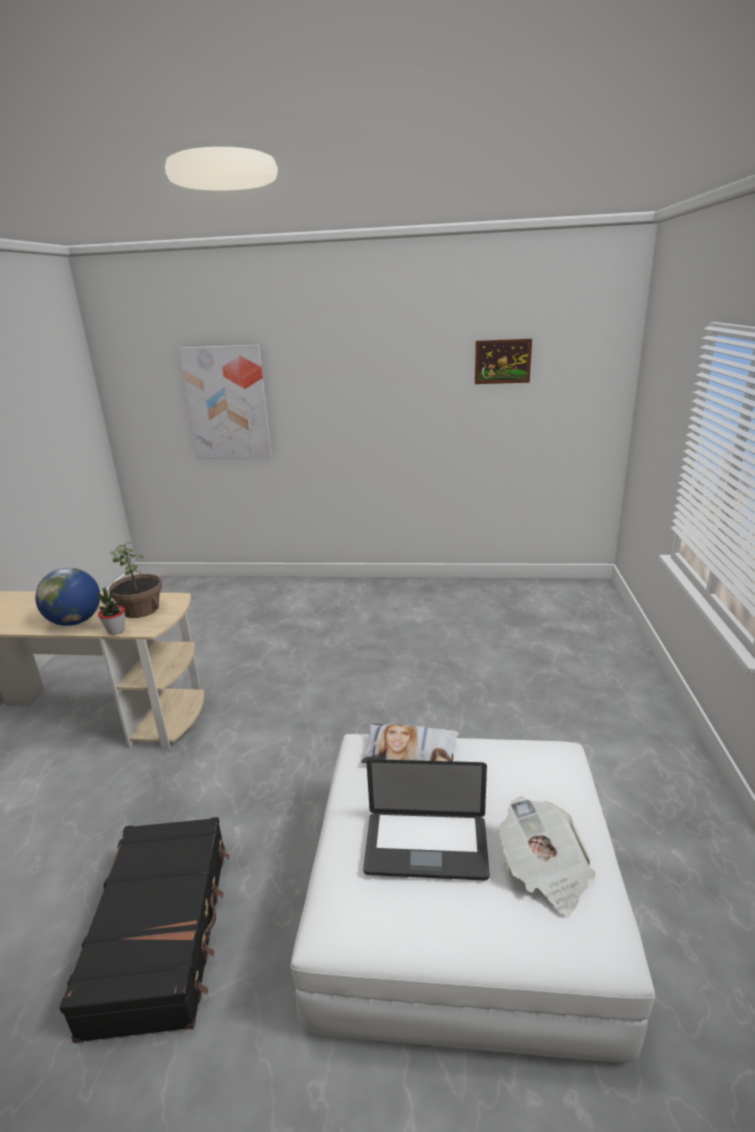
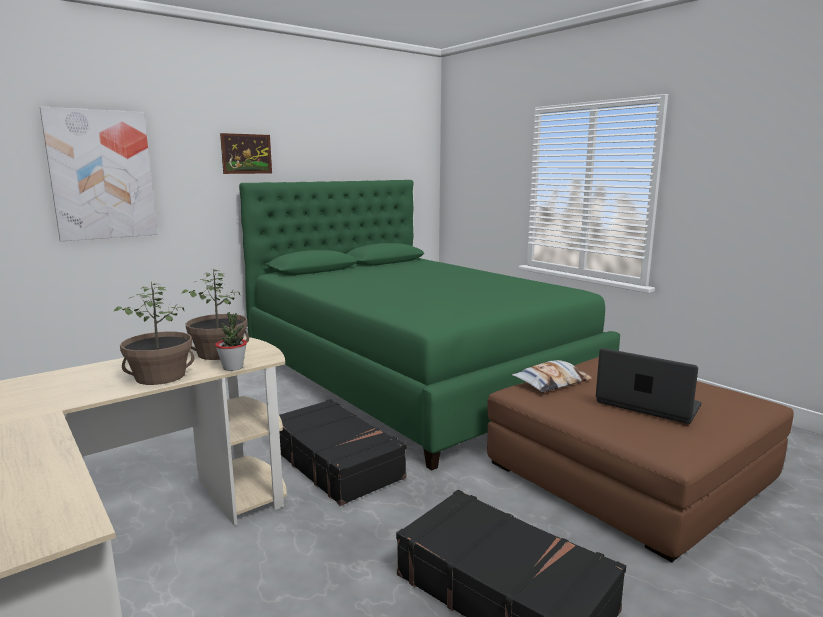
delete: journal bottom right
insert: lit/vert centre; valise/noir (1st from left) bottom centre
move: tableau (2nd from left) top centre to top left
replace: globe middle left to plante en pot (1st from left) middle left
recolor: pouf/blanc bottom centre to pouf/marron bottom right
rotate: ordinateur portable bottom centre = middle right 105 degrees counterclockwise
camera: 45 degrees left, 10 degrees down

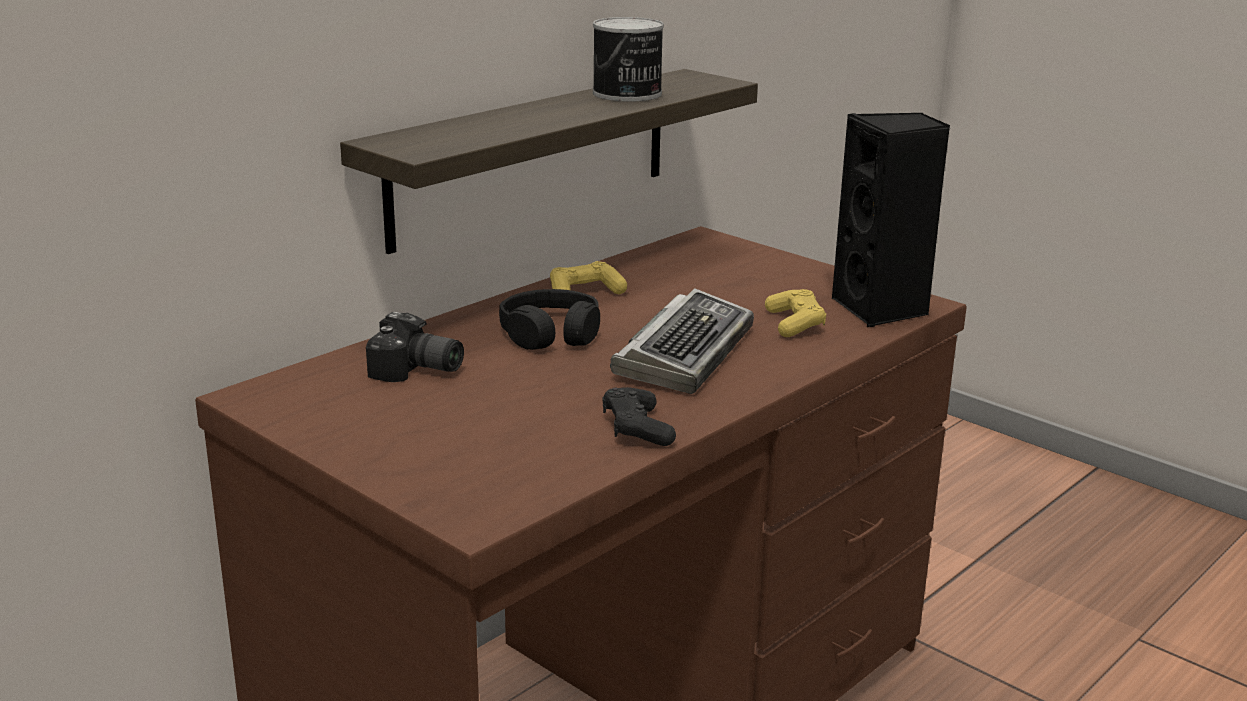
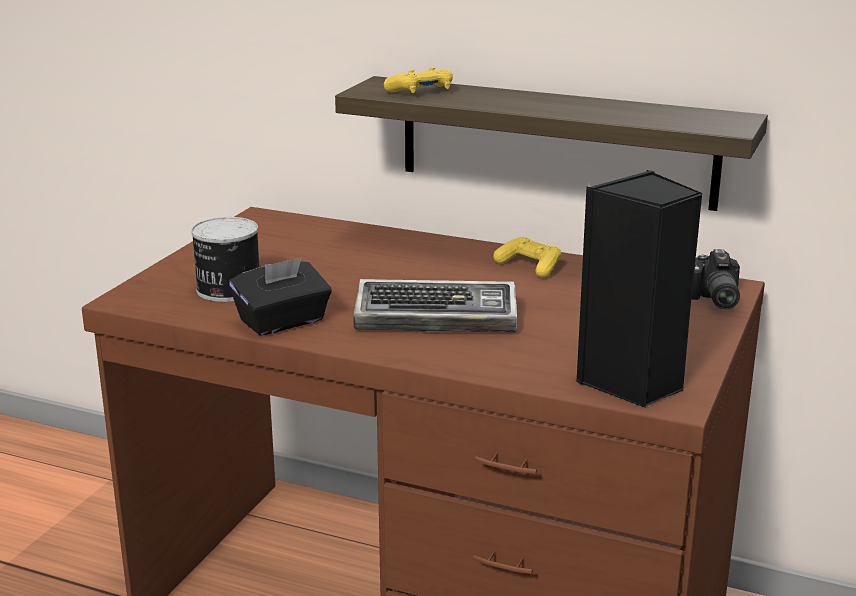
delete: casque audio/noir centre
move: boîte métallique top centre to middle left; manette/jaune (2nd from left in the first image) centre to manette/jaune (1st from left) top centre; appareil photo middle left to middle right
replace: manette/noir centre to boîte à mouchoirs/noir middle left
camera: 70 degrees right, 0 degrees up

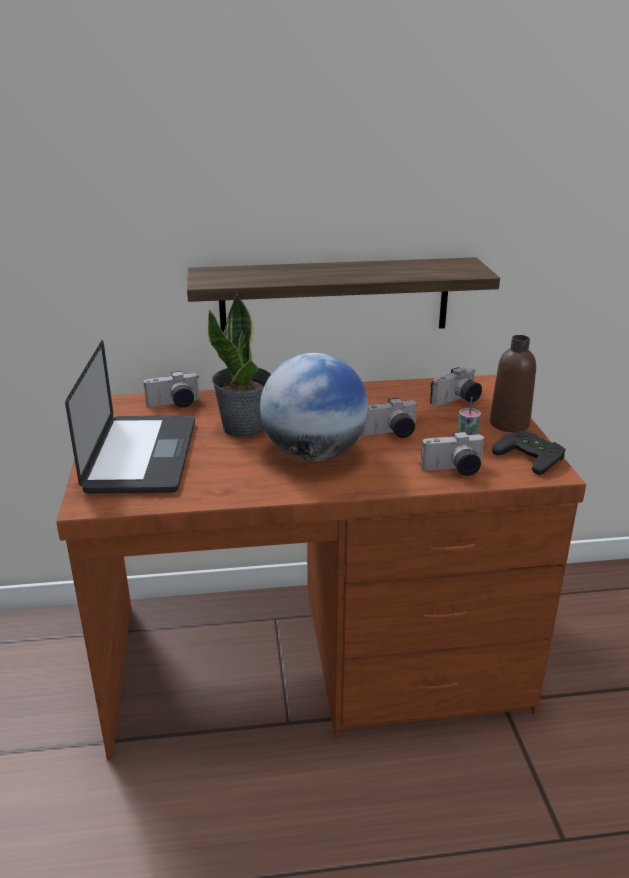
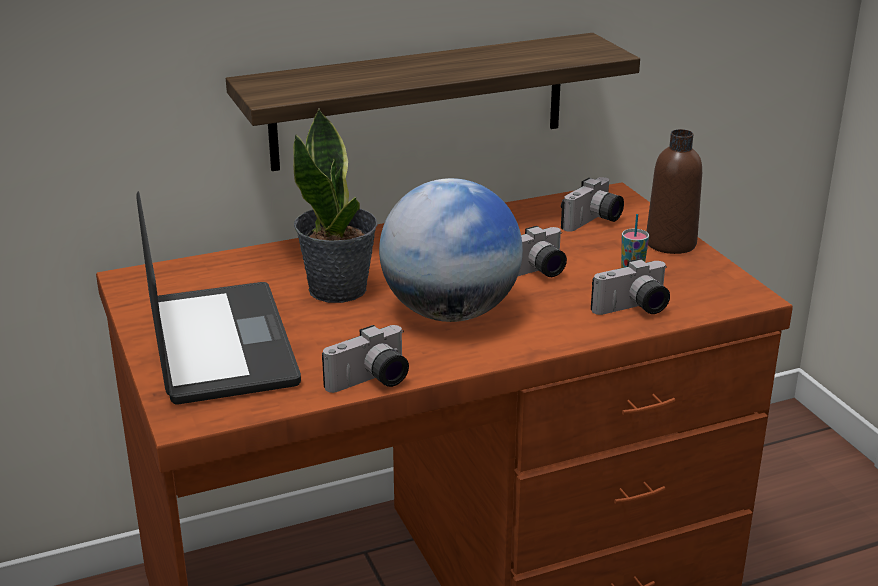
delete: manette/noir middle right
move: appareil photo (1st from left) middle left to centre
camera: 15 degrees left, 0 degrees up

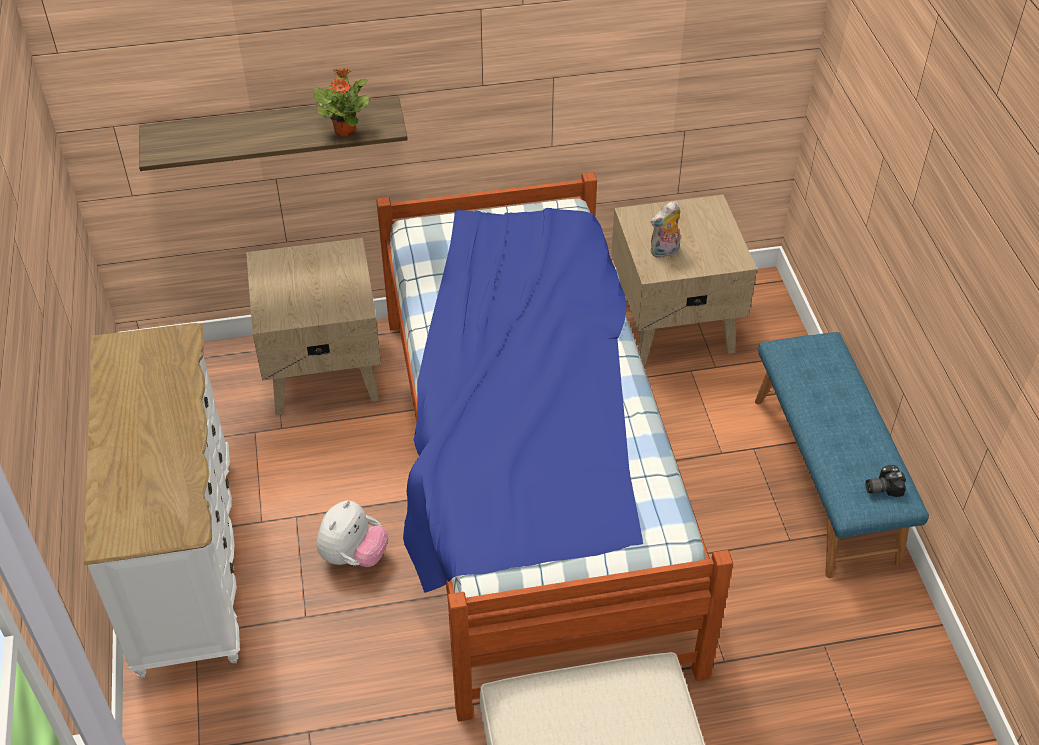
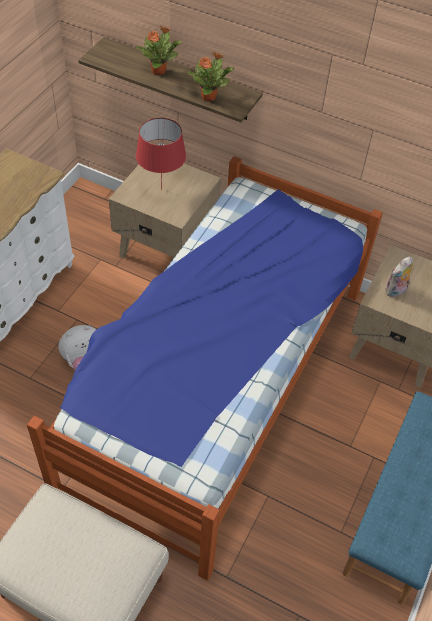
delete: appareil photo middle right
insert: plante en pot (1st from left) top centre; lampe de table/rouge top centre
rotate: peluche (2nd from left) top centre = middle right 45 degrees counterclockwise
camera: 35 degrees right, 5 degrees up

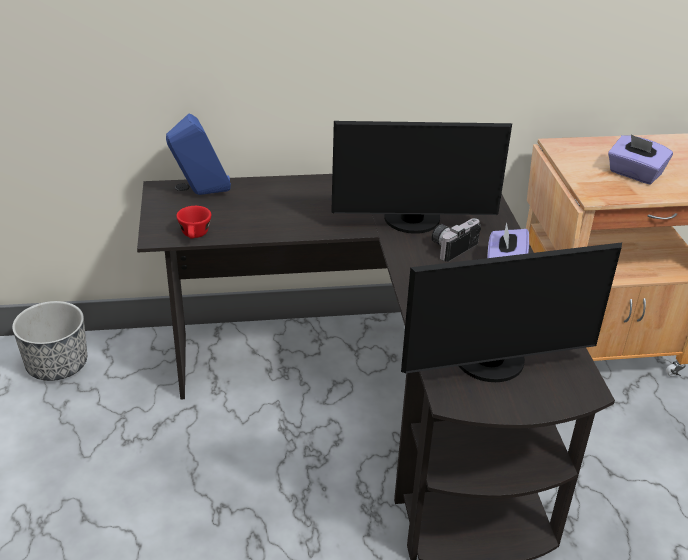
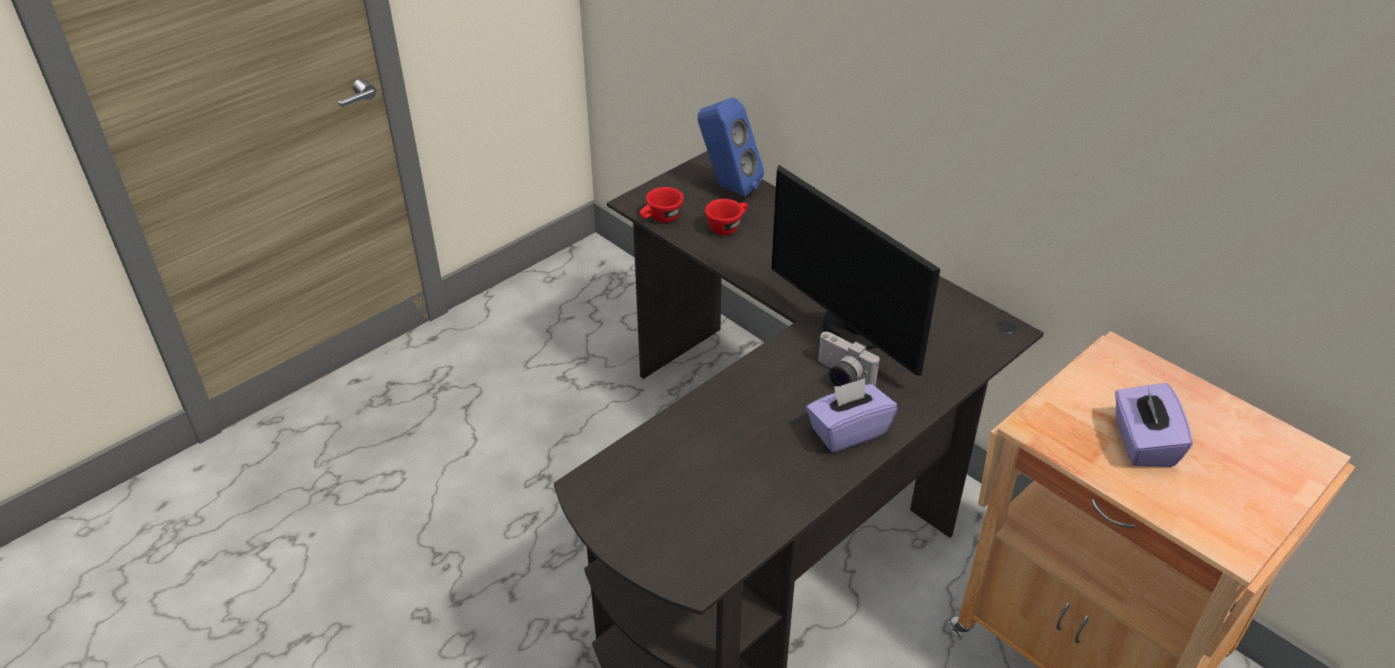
delete: cache-pot middle left; écran d'ordinateur (2nd from left) middle right
insert: tasse/rouge (2nd from left) top centre
rotate: appareil photo centre = centre 150 degrees counterclockwise
camera: 55 degrees right, 5 degrees up

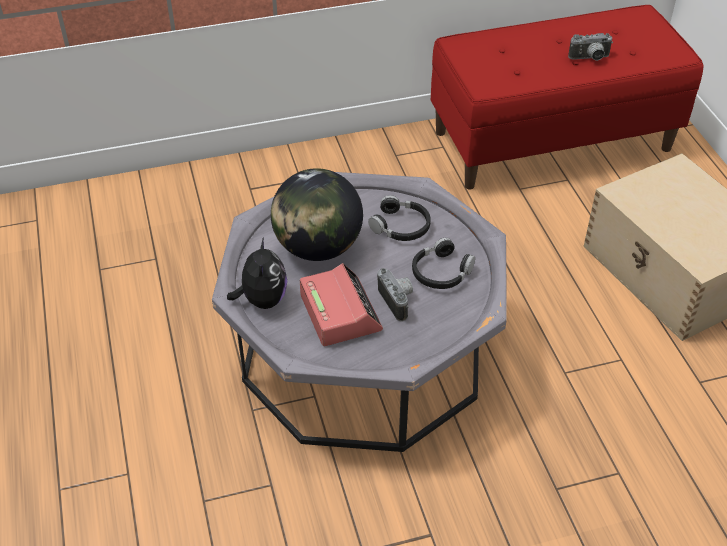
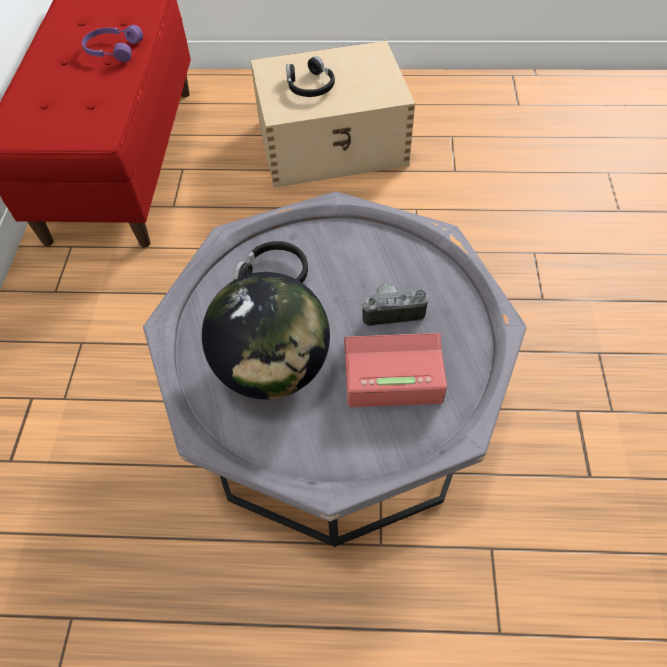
delete: peluche centre
move: casque audio/noir (2nd from left) centre to top centre
replace: appareil photo (2nd from left) top right to casque audio/violet top left
camera: 70 degrees left, 10 degrees up

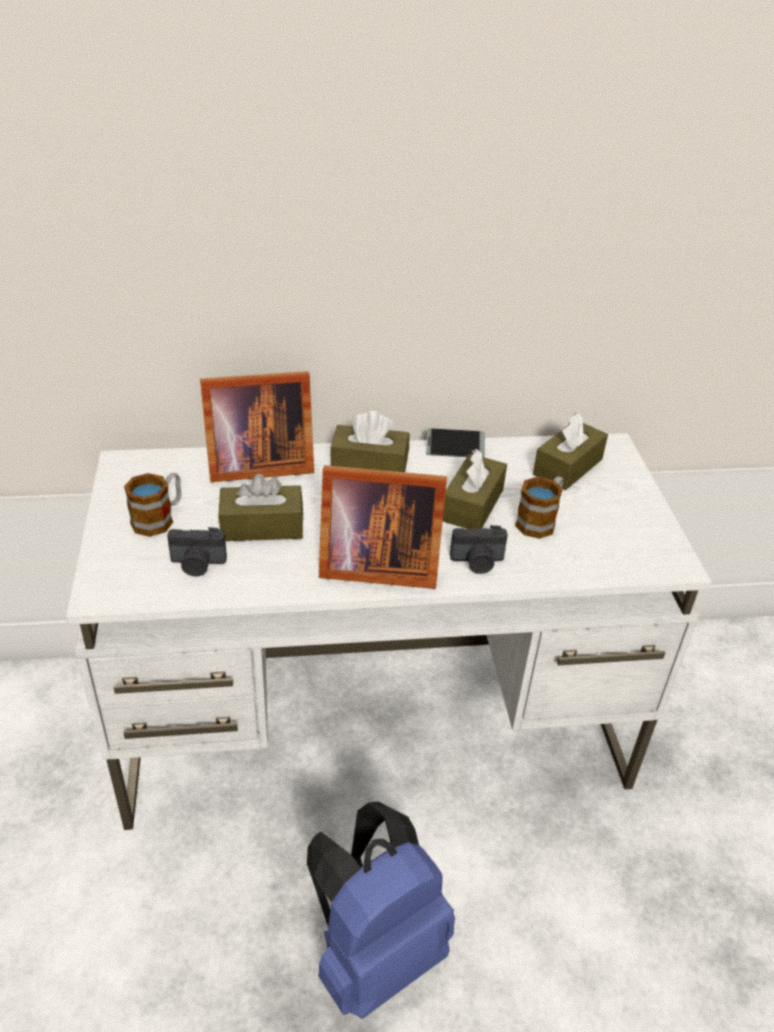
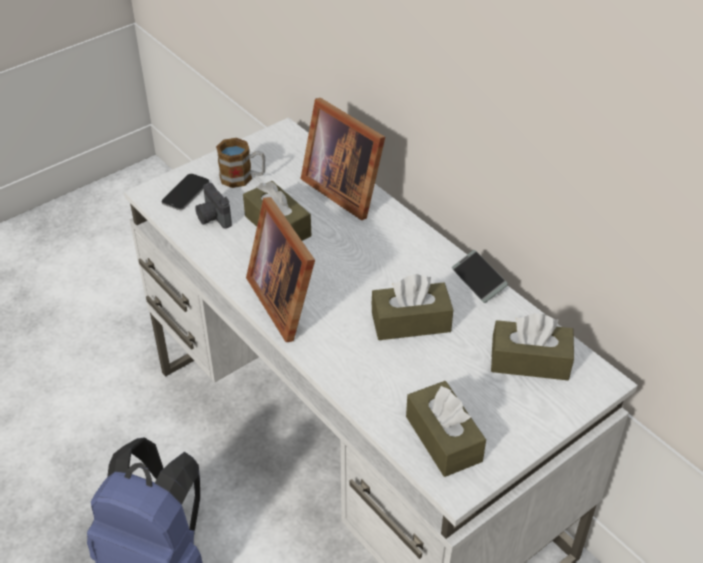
delete: appareil photo (2nd from left) centre; mug (2nd from left) middle right
insert: téléphone (1st from left) middle left
move: boîte à mouchoirs/marron (2nd from left in the first image) centre to boîte à mouchoirs/marron (3rd from left) bottom centre
camera: 60 degrees right, 5 degrees up

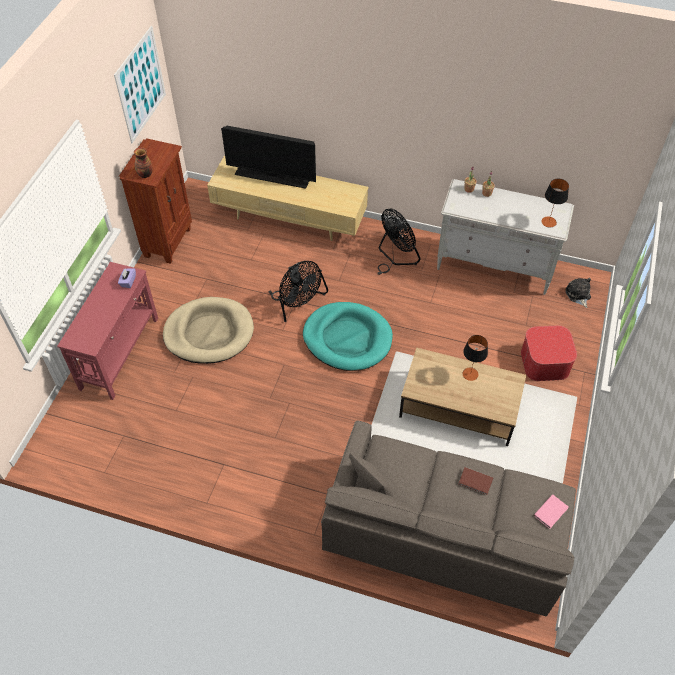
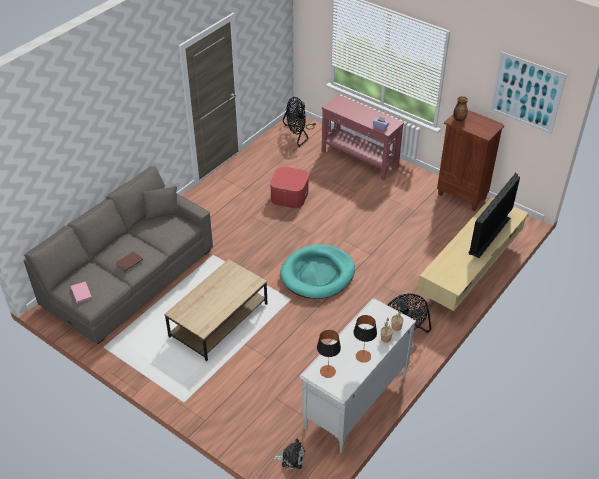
delete: panier pour chien/beige middle left
move: pouf middle right to centre; ventilateur/noir (1st from left) centre to top centre; lampe de table (1st from left in the first image) middle right to lampe de table (2nd from left) bottom centre
camera: 110 degrees right, 10 degrees down

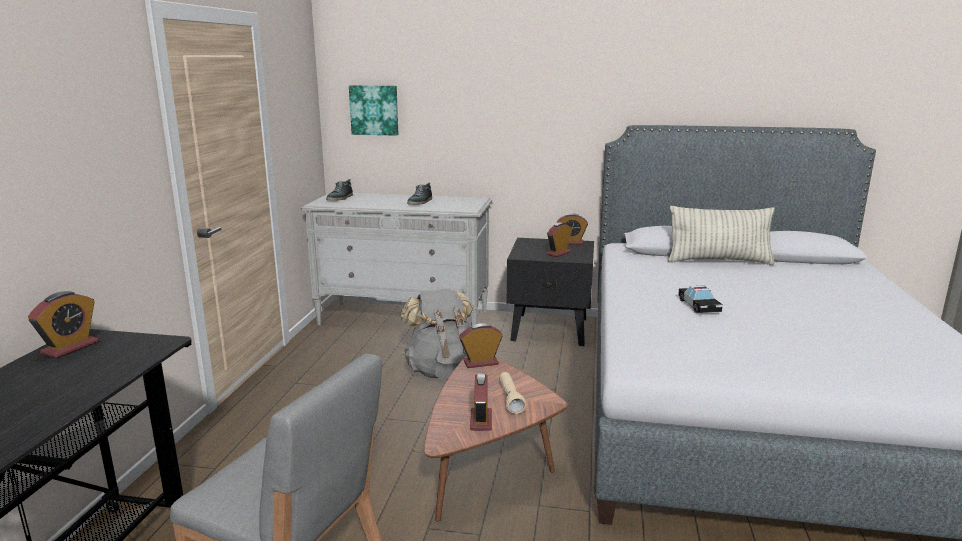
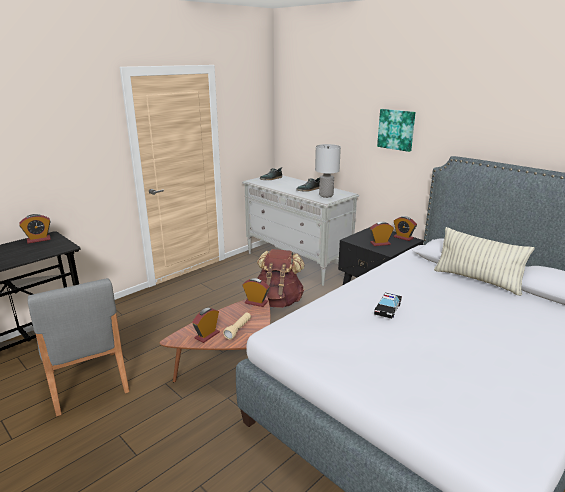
insert: lampe de table/gris centre
move: tableau top centre to top right
recolor: sac à dos/gris centre to sac à dos/marron centre
camera: 35 degrees right, 5 degrees up

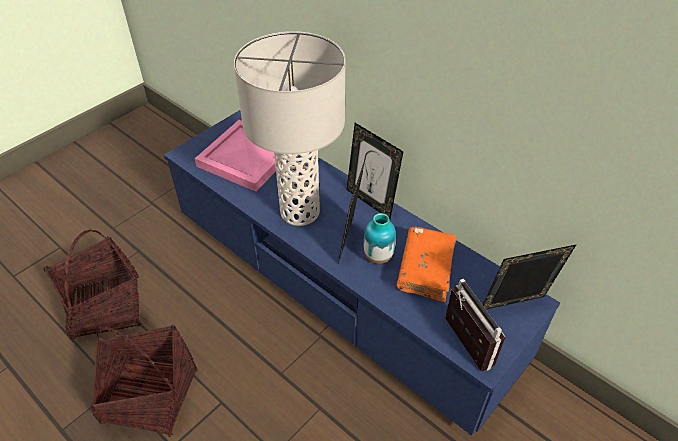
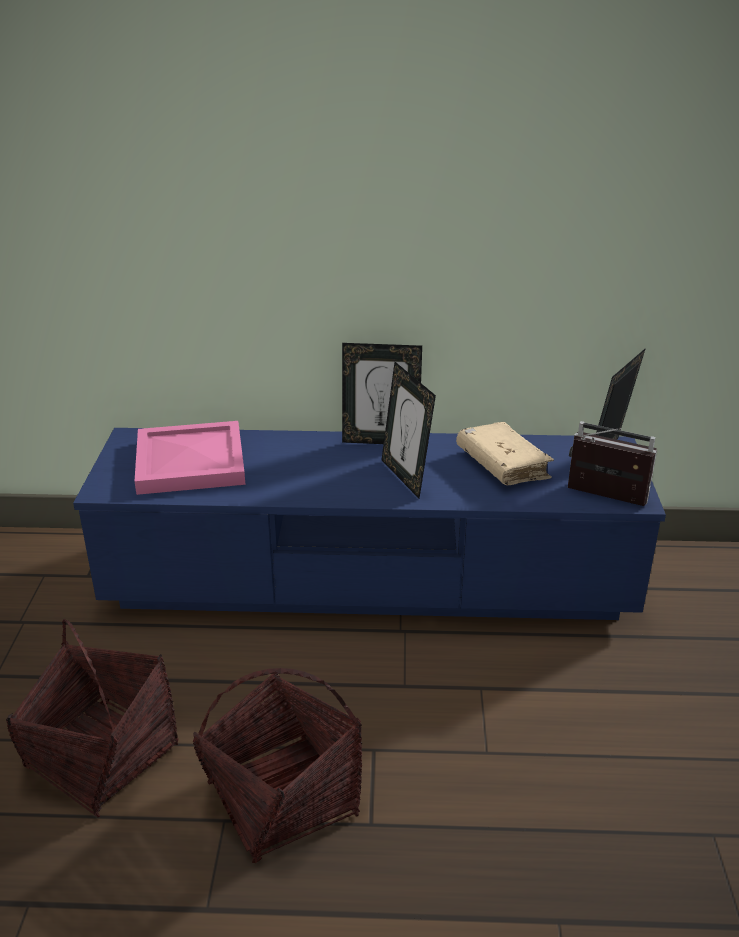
delete: lampe de table/blanc top centre; vase centre
recolor: livre/orange centre to livre/beige middle right
camera: 40 degrees left, 15 degrees down

